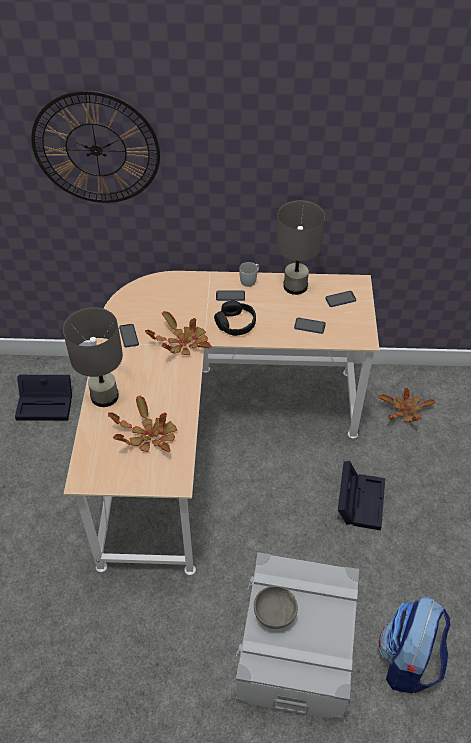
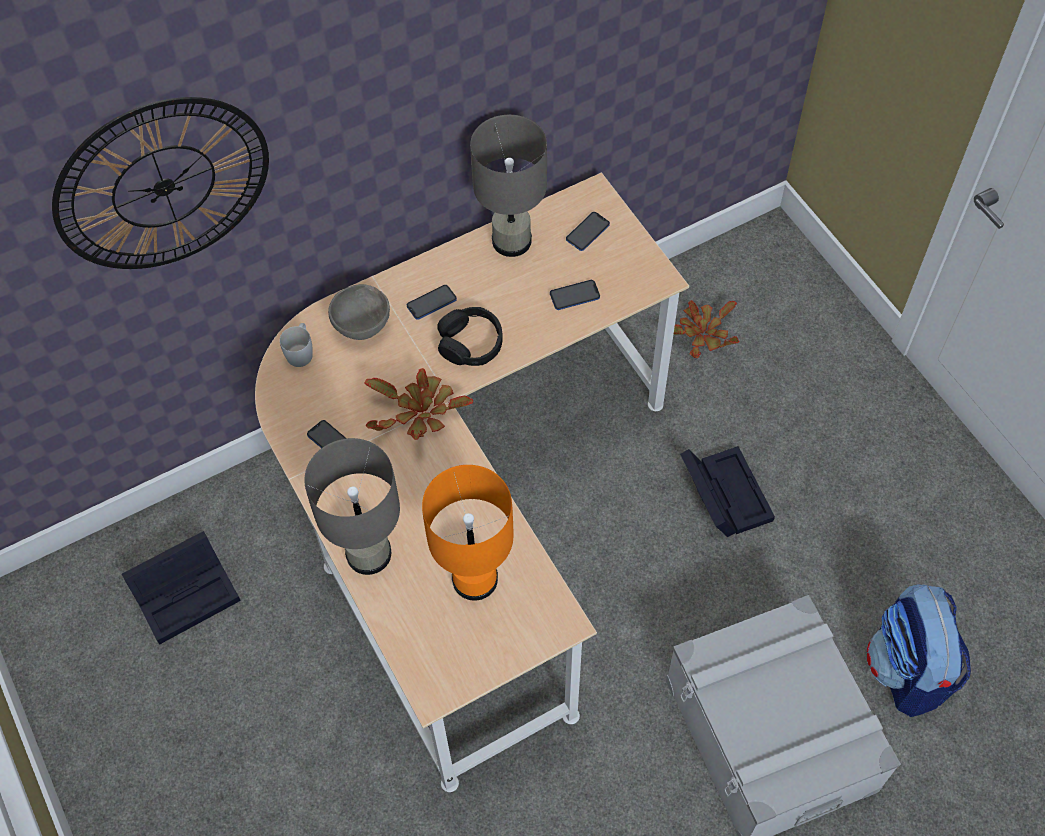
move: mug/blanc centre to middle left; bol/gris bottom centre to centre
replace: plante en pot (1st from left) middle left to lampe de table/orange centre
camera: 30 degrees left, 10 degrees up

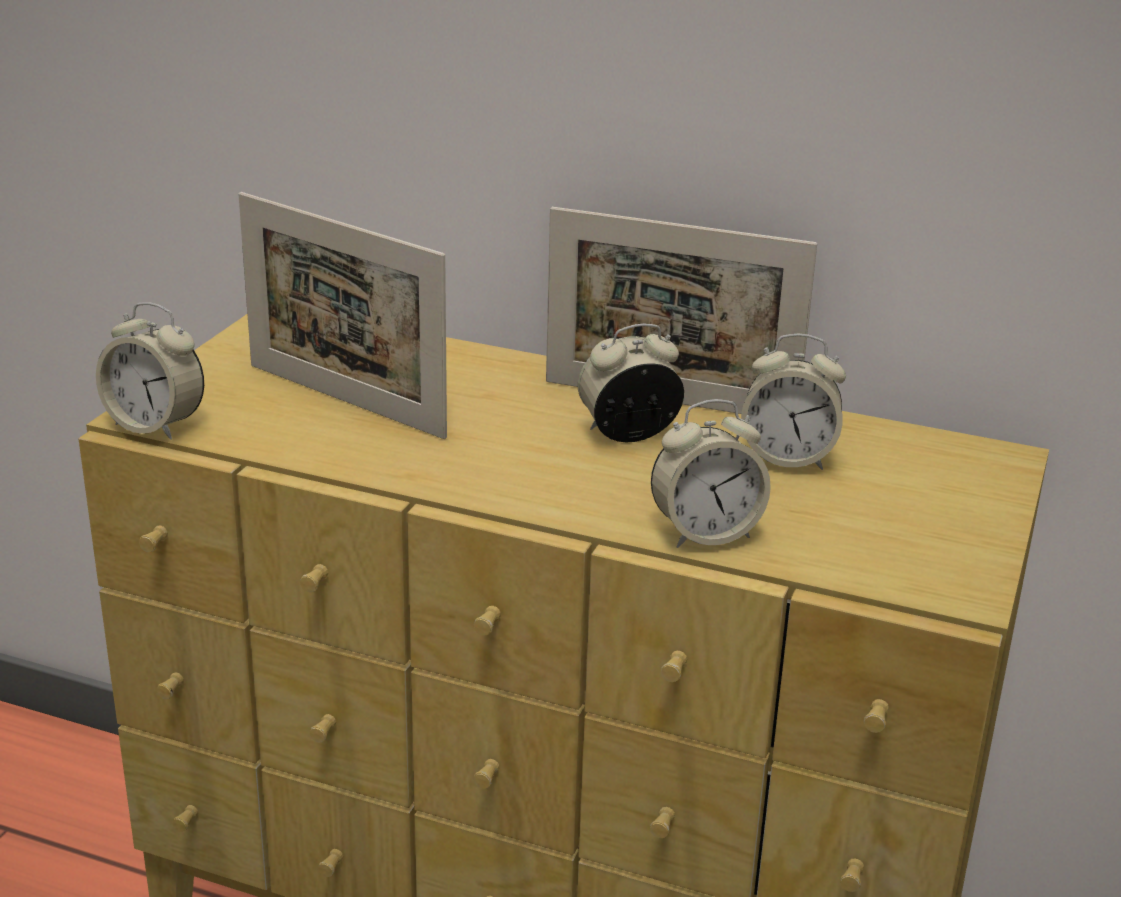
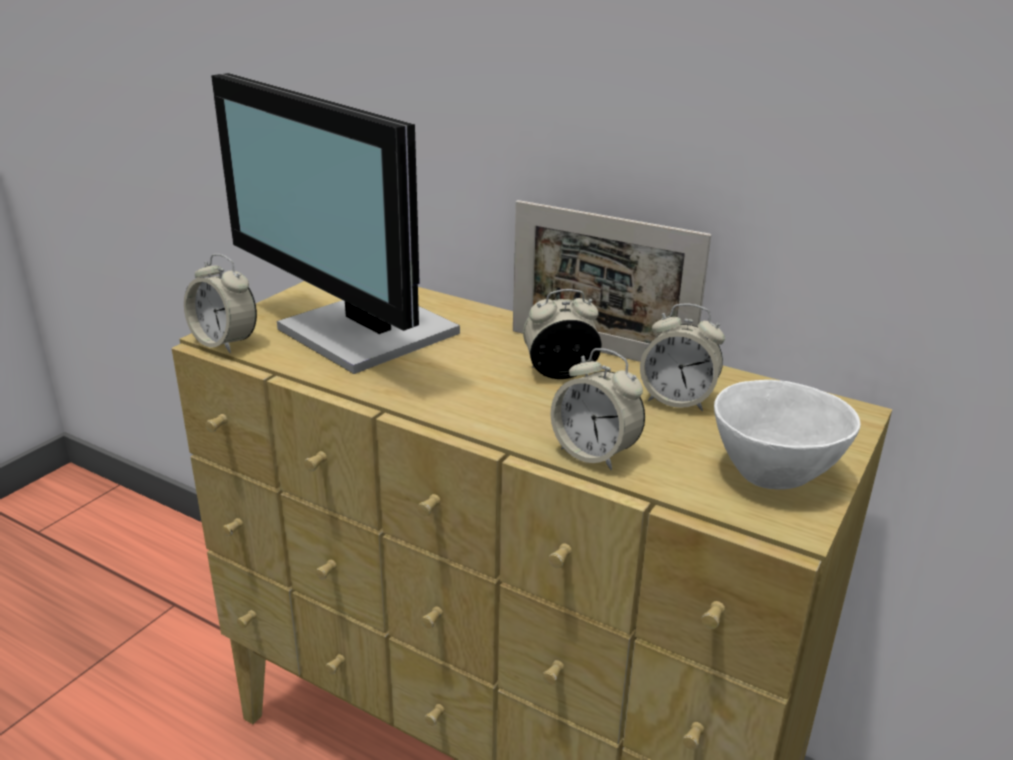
insert: bol/blanc middle right
replace: cadre photo (1st from left) middle left to écran d'ordinateur top left
rotate: réveil (3rd from left) centre = centre 45 degrees clockwise
camera: 10 degrees right, 0 degrees up

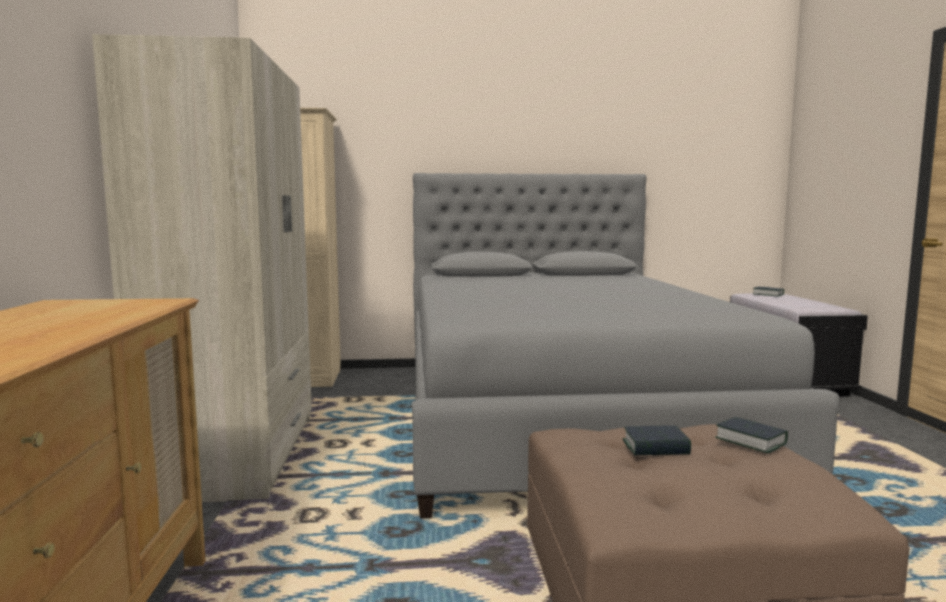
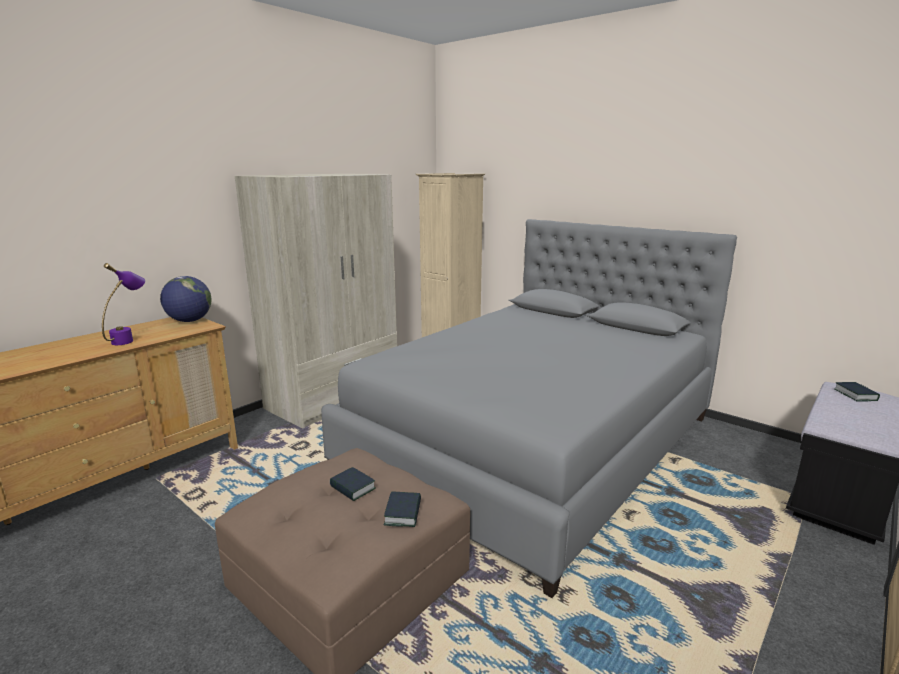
insert: lampe de table/violet middle left; globe middle left
camera: 45 degrees right, 10 degrees up

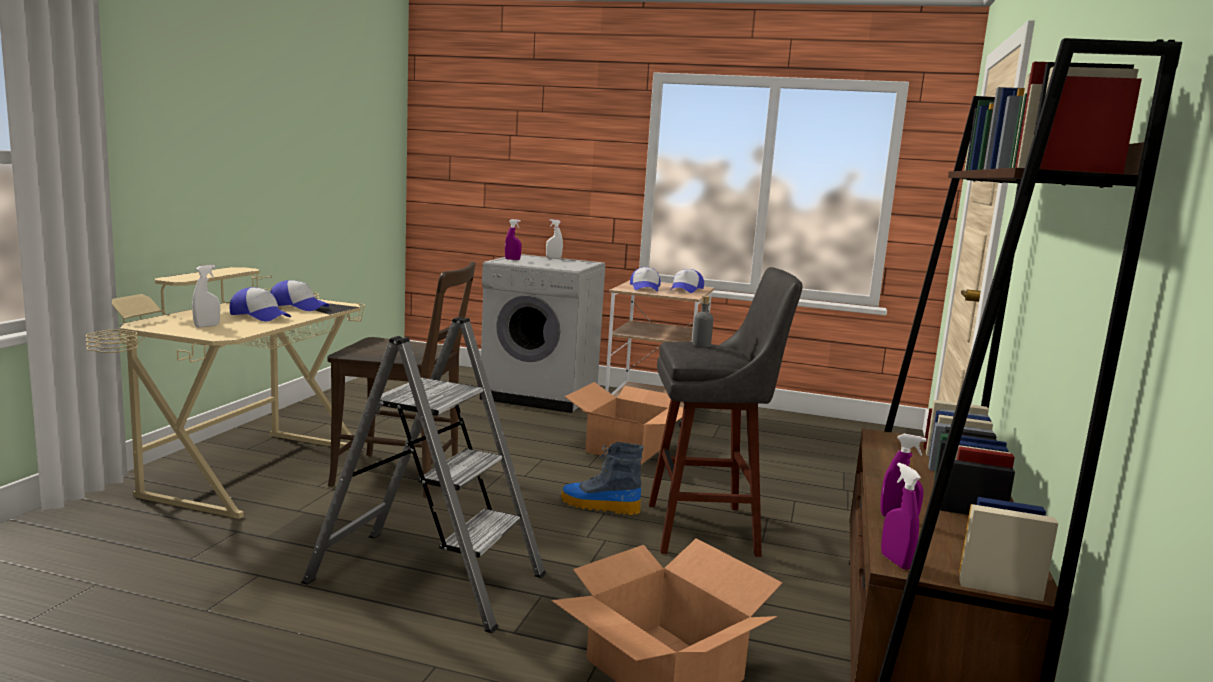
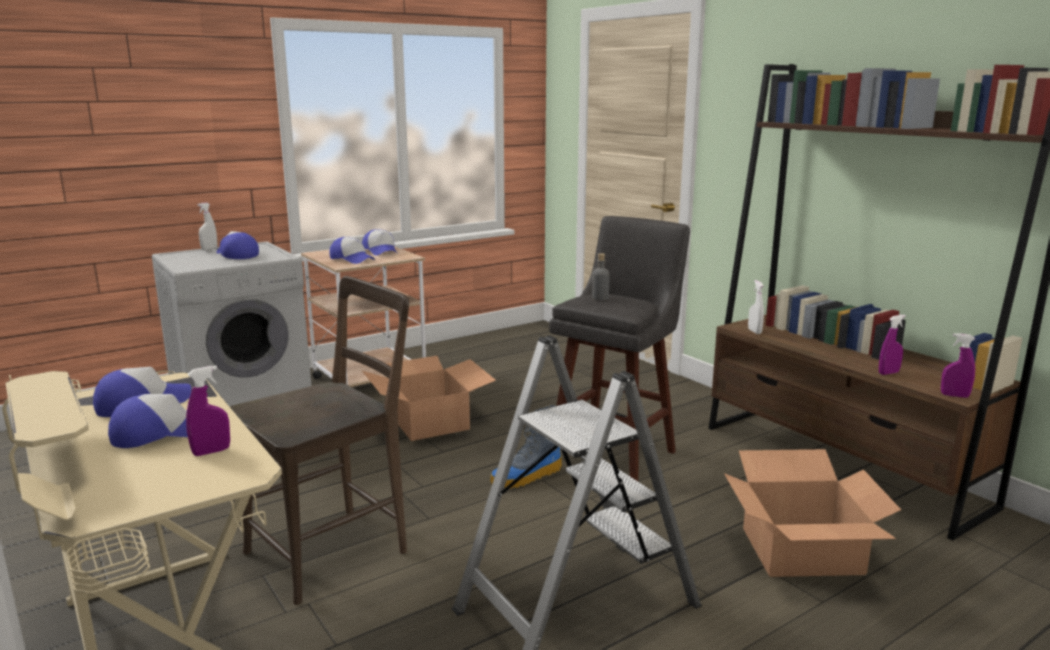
insert: casquette (3rd from left) middle left
move: vaporisateur/violet (1st from left) centre to middle left; vaporisateur/blanc (1st from left in the first image) middle left to vaporisateur/blanc (2nd from left) middle right
camera: 50 degrees left, 5 degrees up

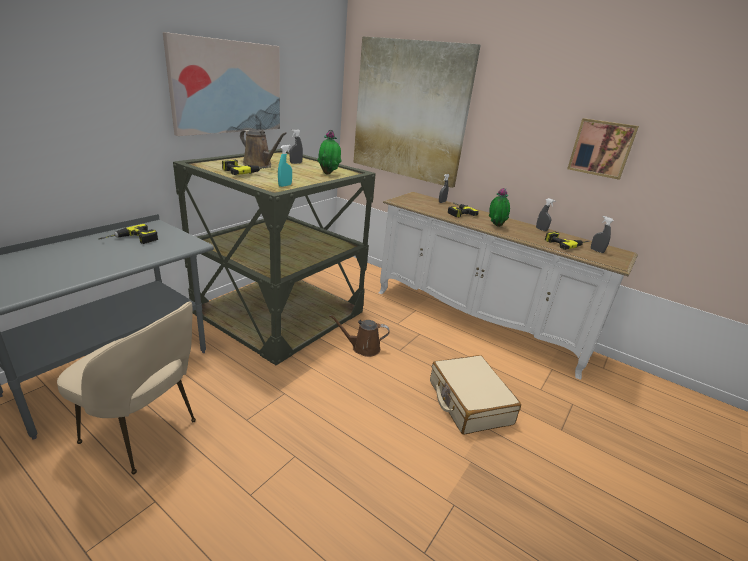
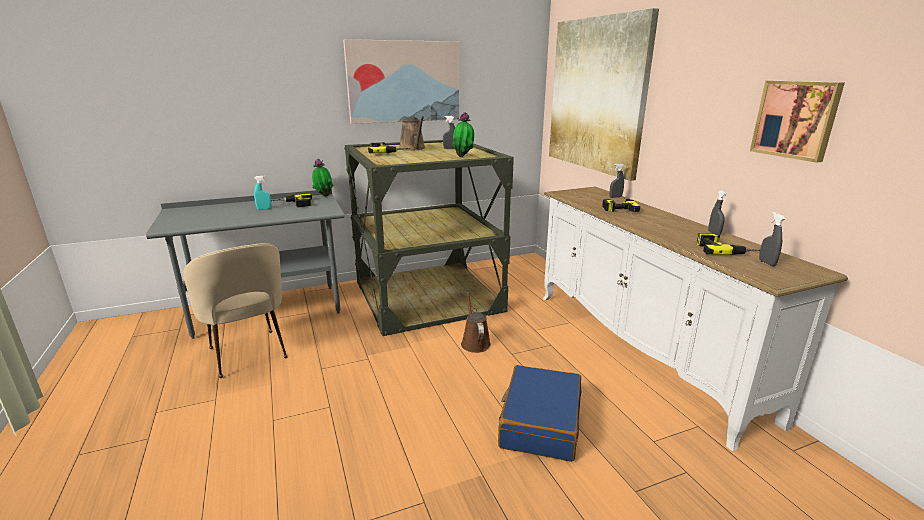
move: vaporisateur/turquoise top centre to middle left; plante en pot (2nd from left in the first image) middle right to plante en pot (1st from left) centre
recolor: valise/beige bottom centre to valise/bleu bottom centre
rotate: arrosoir/marron (2nd from left) centre = centre 45 degrees clockwise
camera: 35 degrees right, 5 degrees down

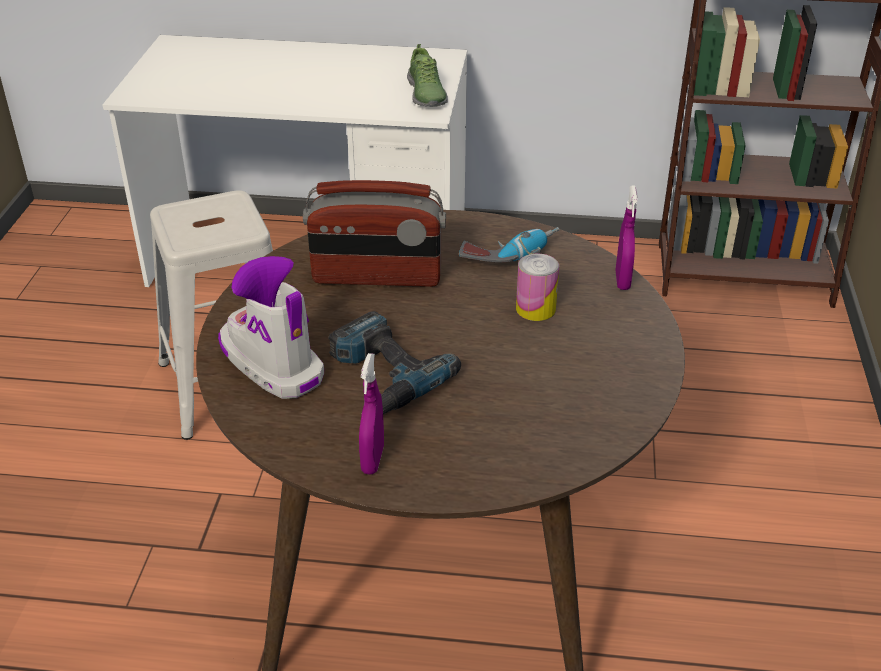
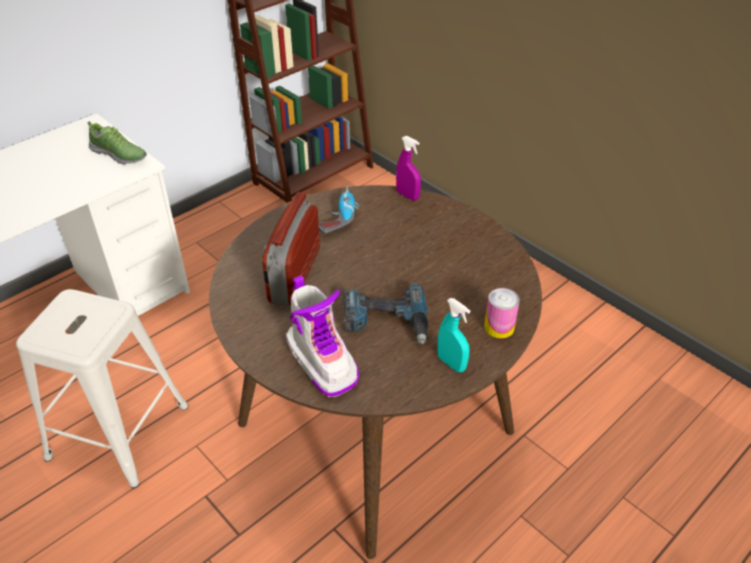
move: boîte métallique centre to middle right
recolor: vaporisateur/violet (1st from left) centre to vaporisateur/turquoise centre
rotate: radio centre = centre 150 degrees clockwise; botte middle left = centre 120 degrees counterclockwise
camera: 50 degrees left, 5 degrees up

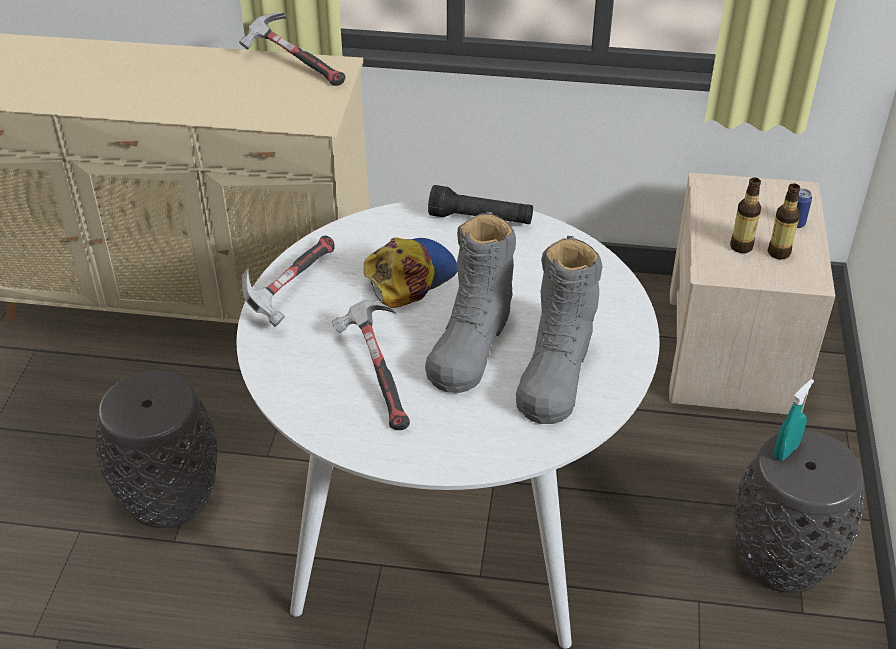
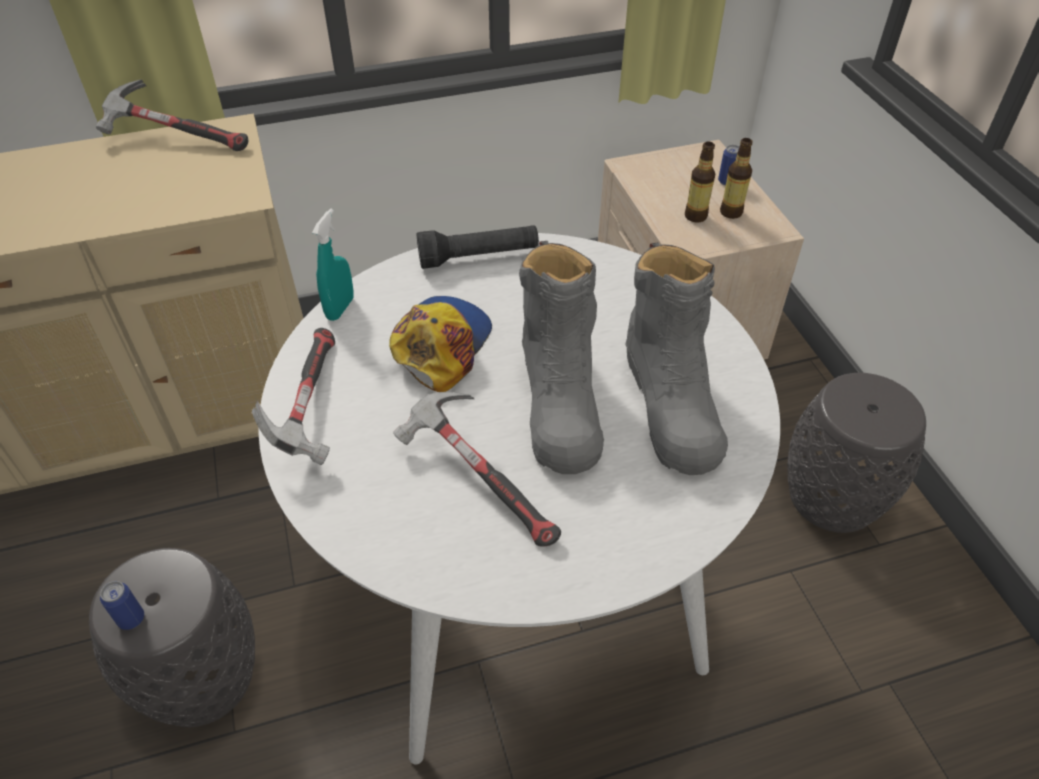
insert: boîte métallique (1st from left) bottom left
move: vaporisateur/turquoise middle right to middle left
camera: 25 degrees left, 5 degrees up

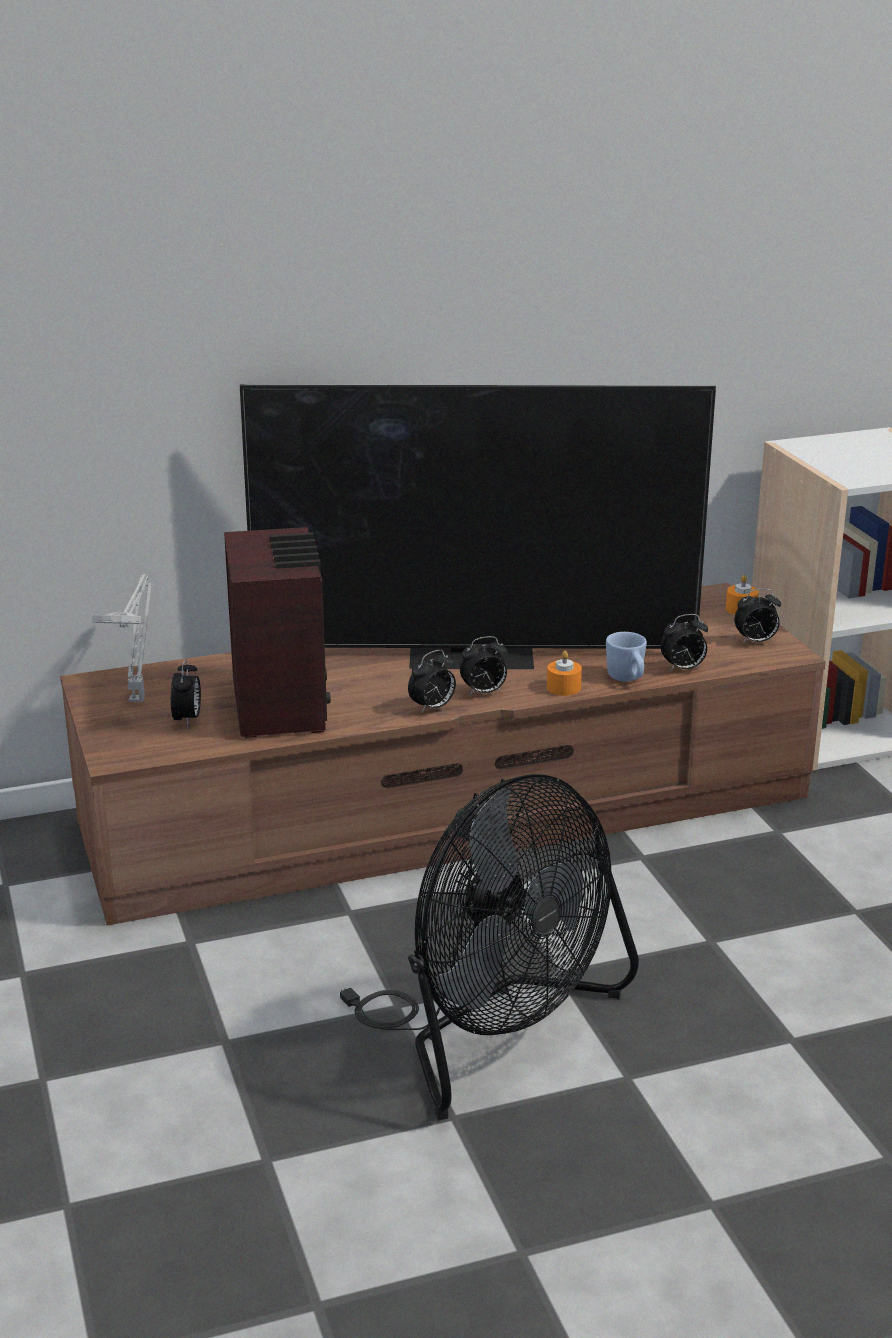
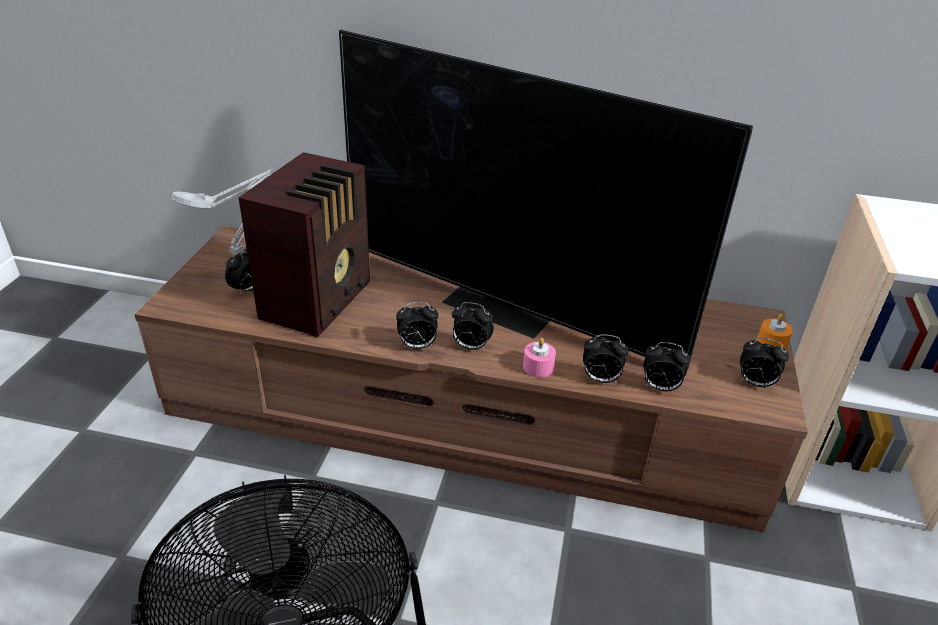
replace: mug/bleu middle right to réveil (4th from left) centre
recolor: bougie/orange (1st from left) centre to bougie/rose centre
camera: 30 degrees right, 10 degrees up

